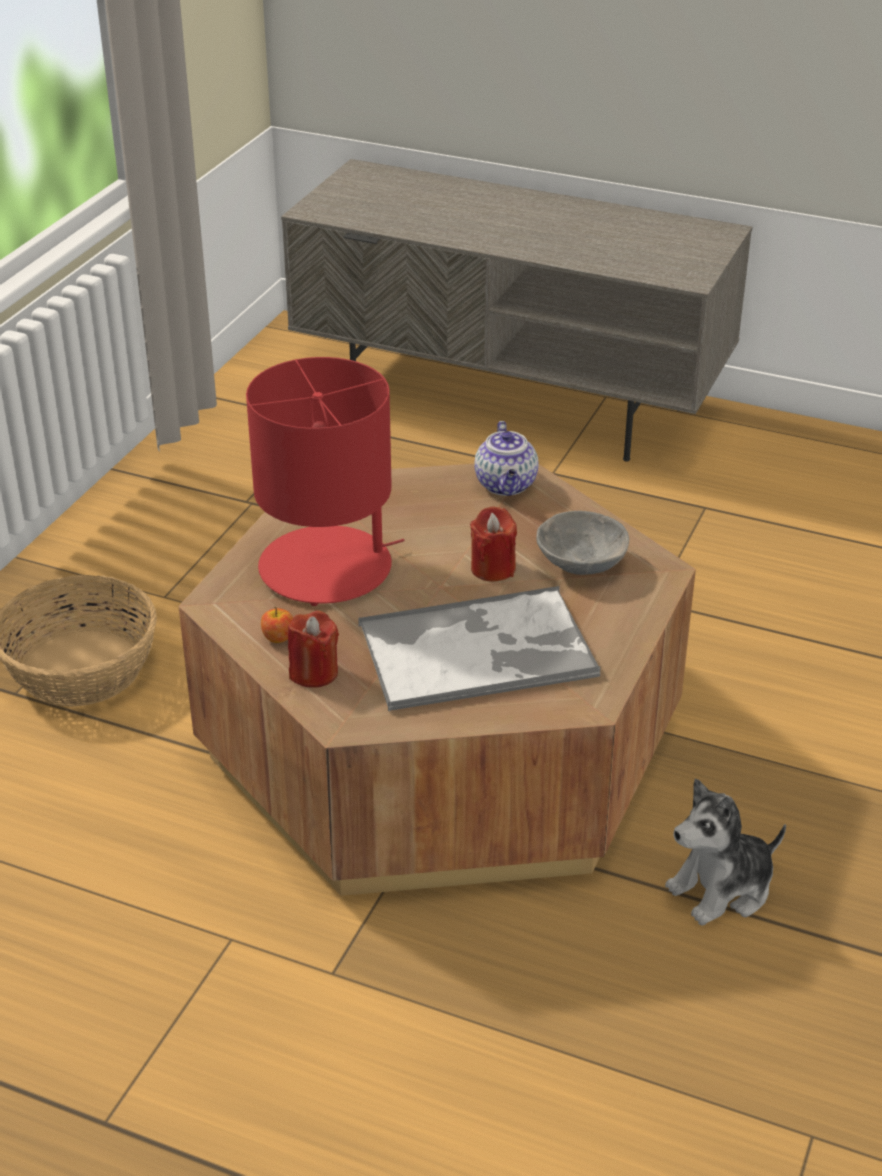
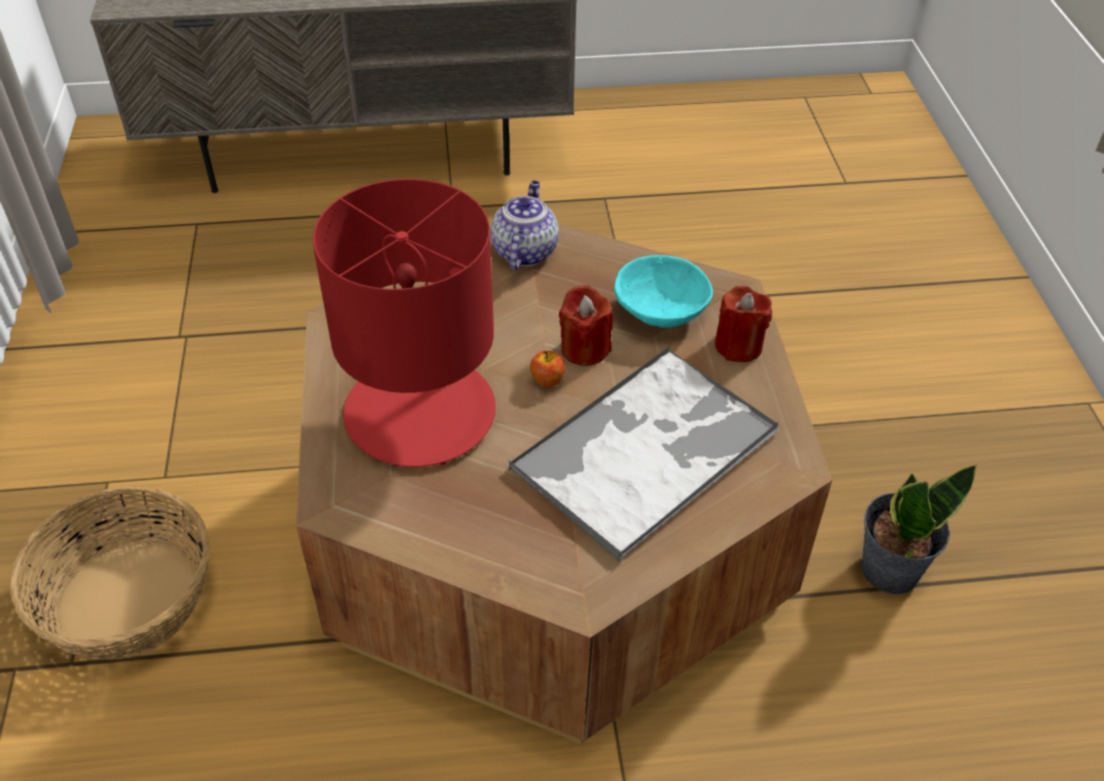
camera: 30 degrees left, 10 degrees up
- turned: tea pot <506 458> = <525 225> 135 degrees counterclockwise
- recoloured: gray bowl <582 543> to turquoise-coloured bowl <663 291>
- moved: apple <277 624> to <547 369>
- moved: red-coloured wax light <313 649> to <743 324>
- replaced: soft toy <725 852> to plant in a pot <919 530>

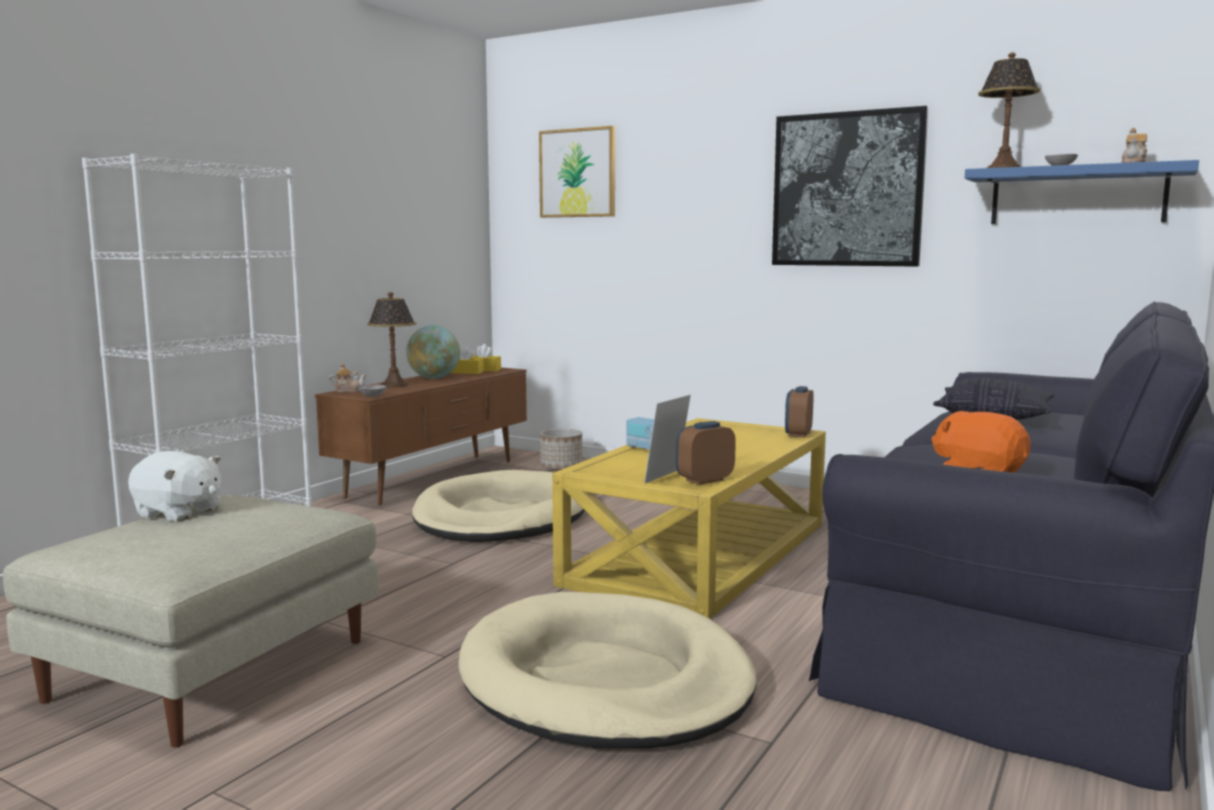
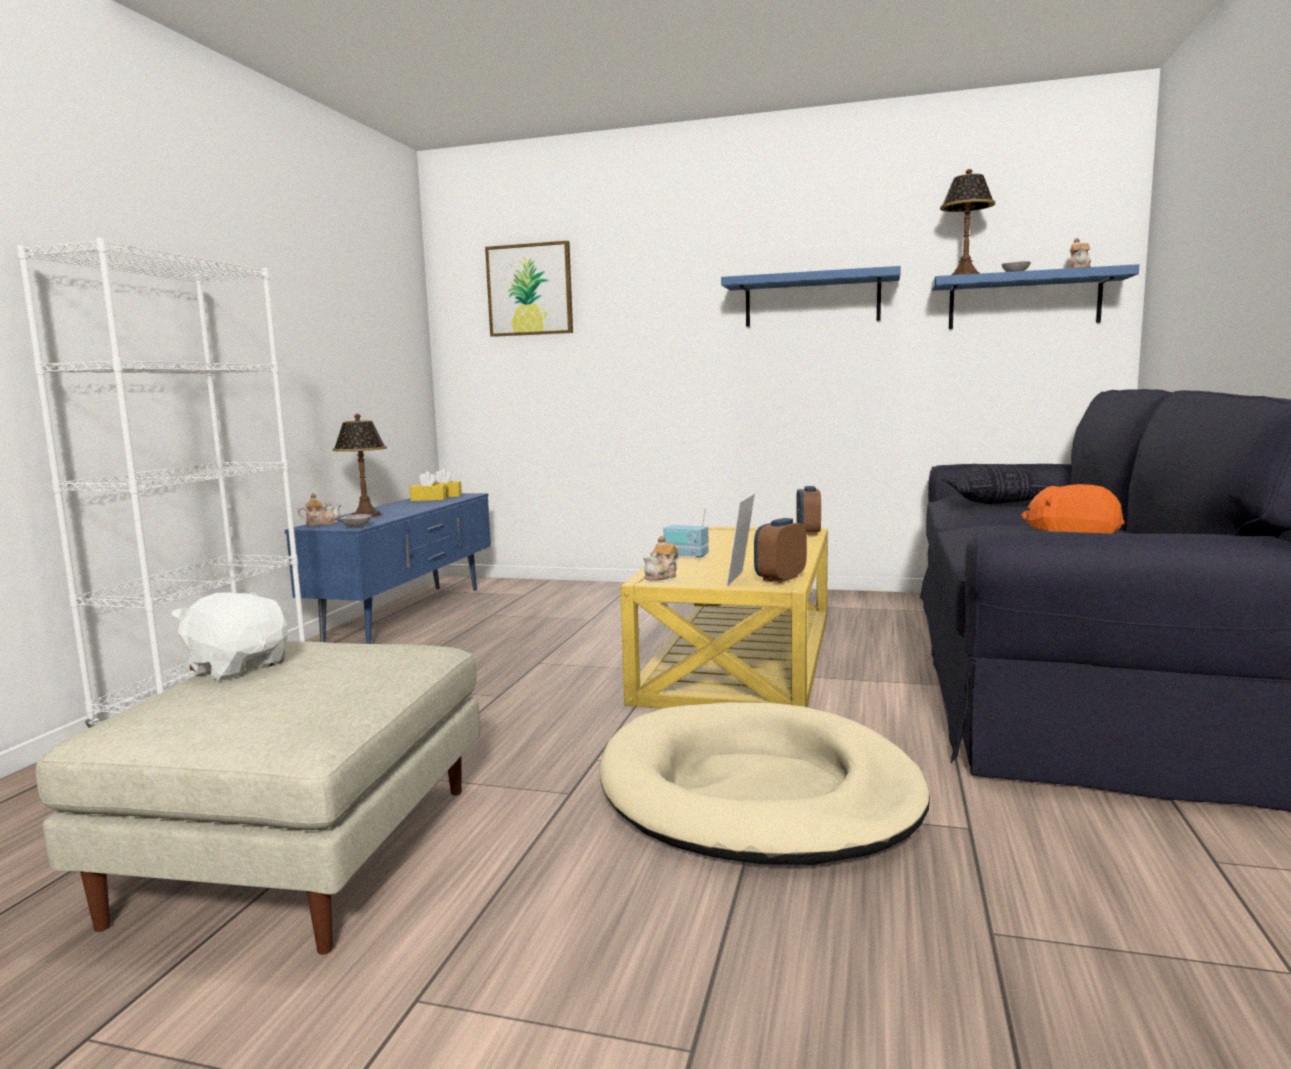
camera: 15 degrees left, 0 degrees up
- replaced: picture <850 186> to bluish shelf <811 296>
- removed: world globe <433 352>
- recoloured: brown media console <421 437> to bluish media console <388 568>
- removed: plant pot <561 449>
- turned: whitish soft toy <174 486> = <229 636> 150 degrees counterclockwise
- removed: sand-coloured pet bed <498 506>
- added: tea pot <660 558>

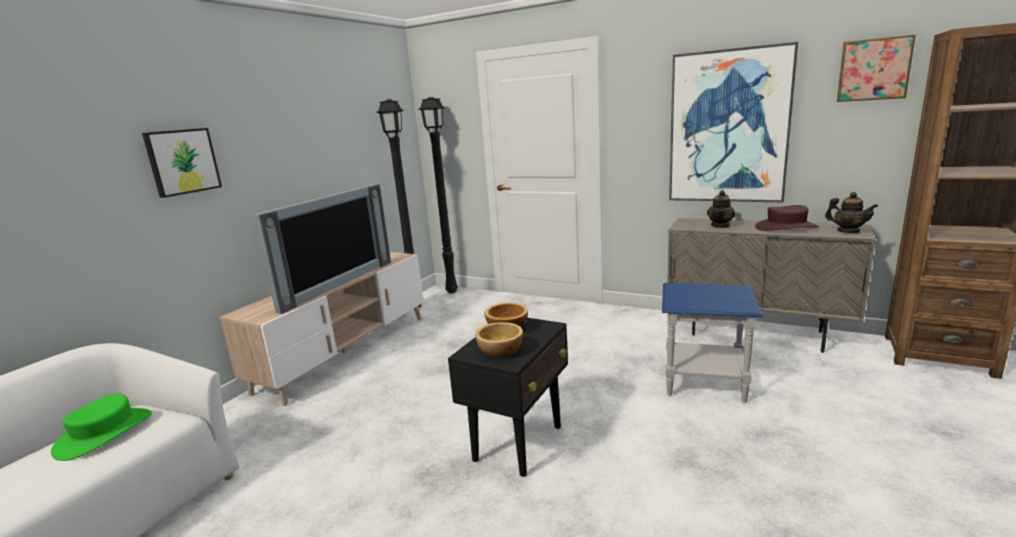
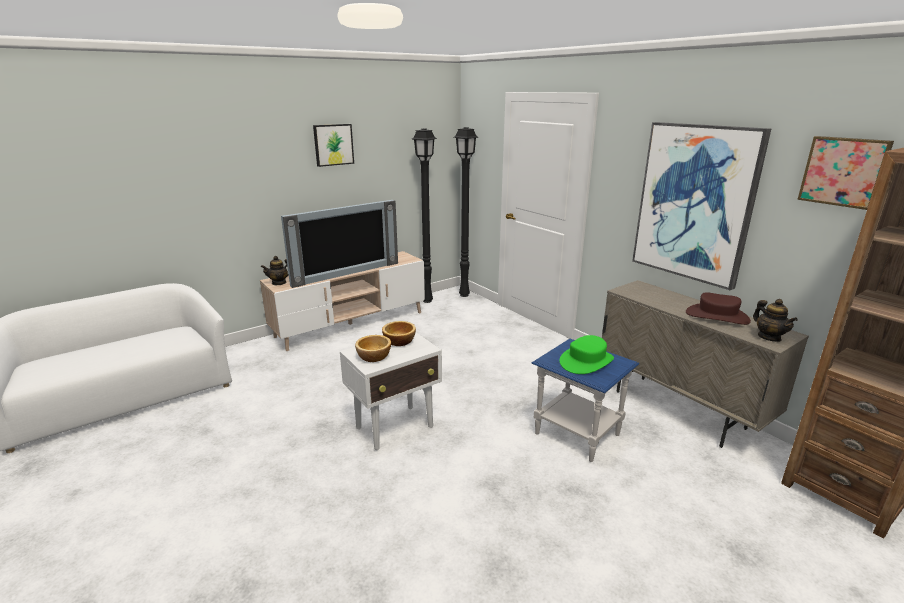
camera: 25 degrees right, 5 degrees up
- moved: picture <182 163> to <333 145>
- moved: tea pot <721 209> to <275 270>
- recoloured: blackish end table <508 397> to whitish end table <391 391>
- moved: green-coloured wearable hat <101 427> to <586 354>

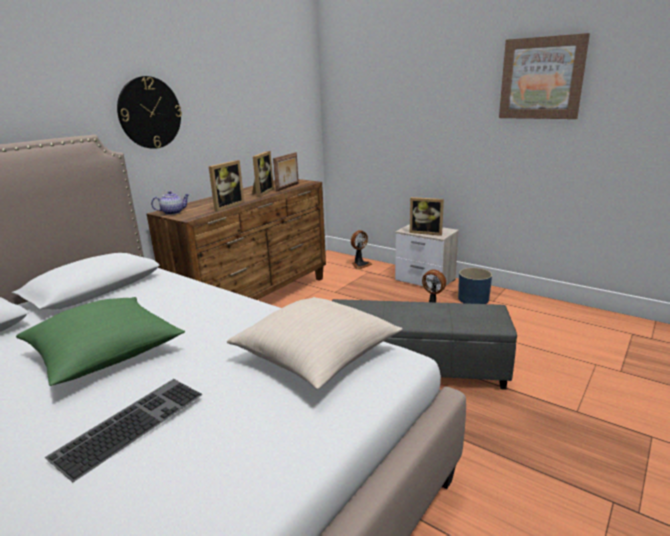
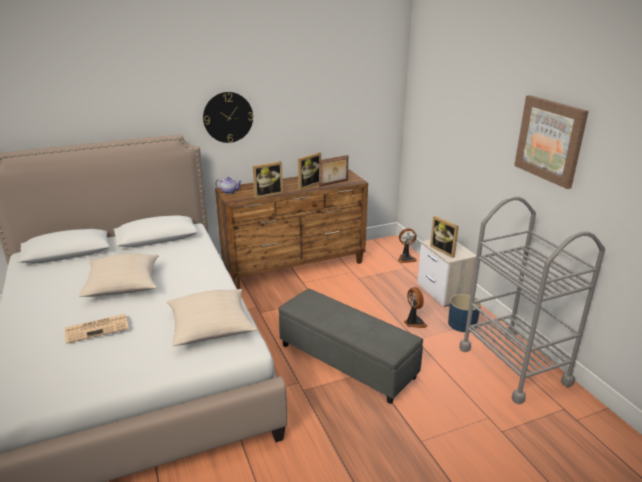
camera: 30 degrees right, 5 degrees up
- recoloured: green-coloured cushion <100 341> to sand-coloured cushion <119 275>
- replaced: keyboard <123 430> to printed paper <97 329>
- added: gray trolley <532 300>

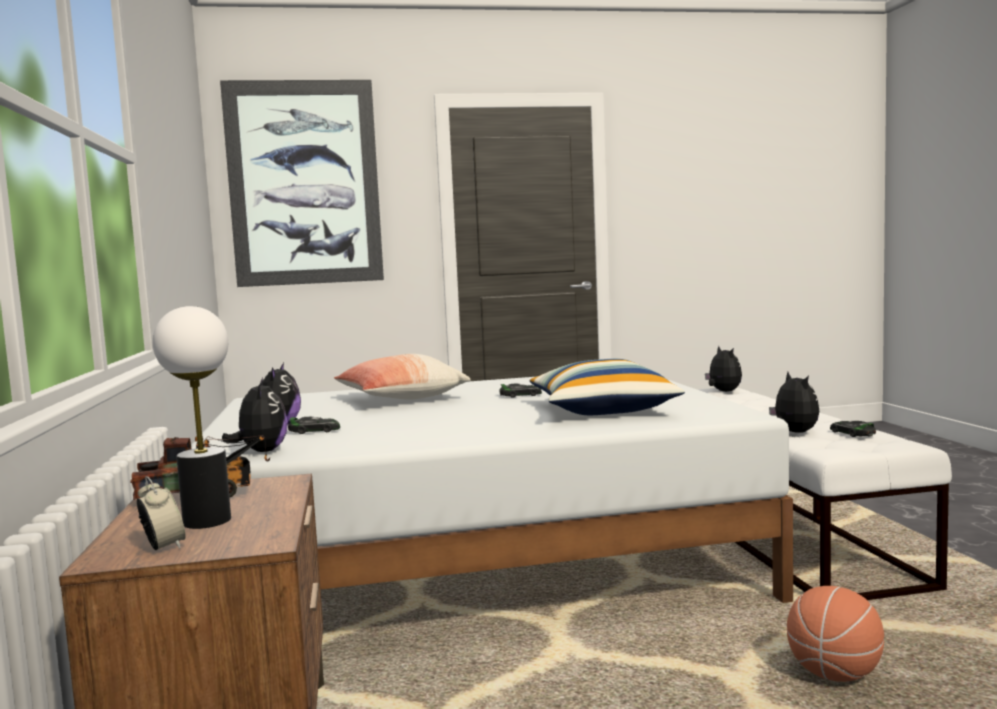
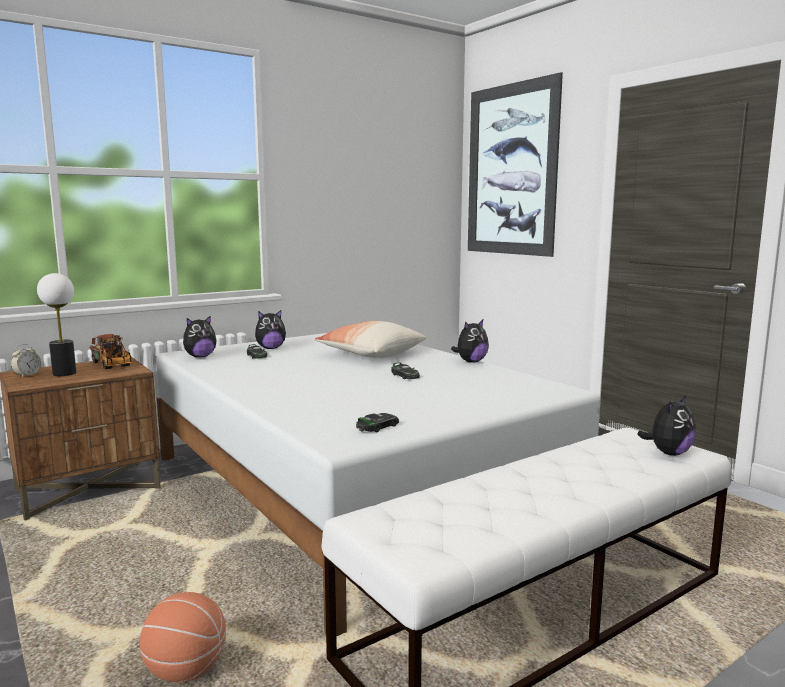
camera: 65 degrees right, 5 degrees up
- removed: cushion <607 387>
- moved: soft toy <794 402> to <470 341>
- moved: miniature car <853 429> to <377 422>

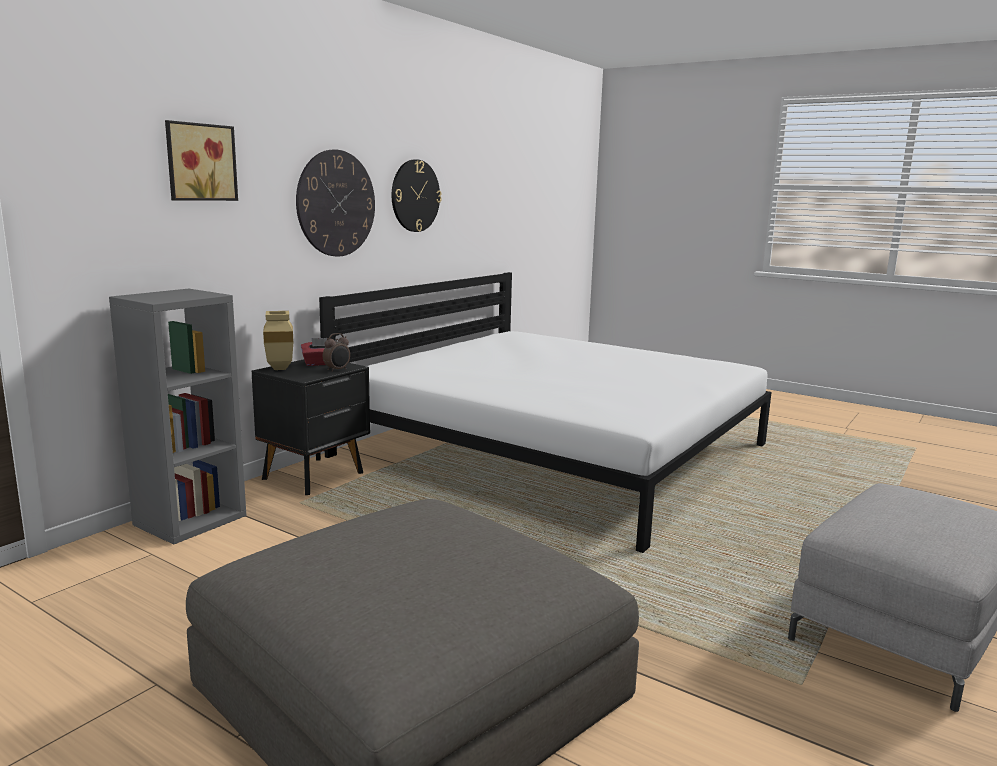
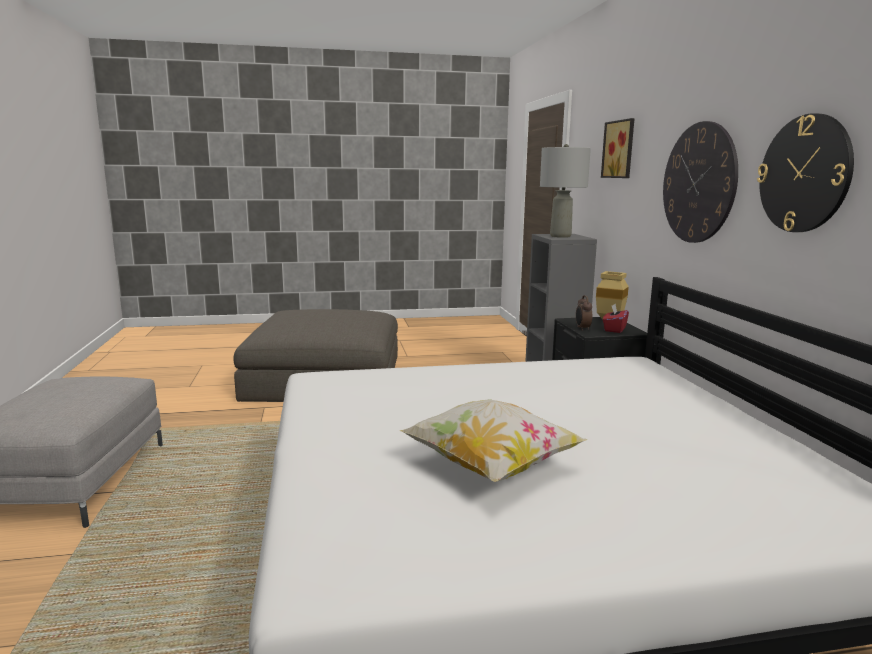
camera: 135 degrees right, 0 degrees up
- added: gray lamp for a table <565 191>
- added: cushion <493 440>

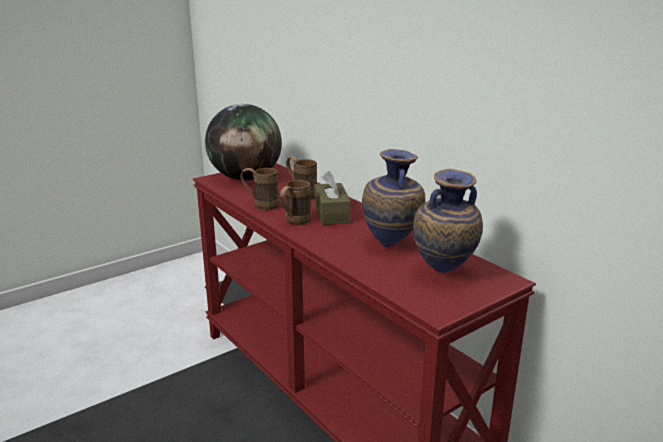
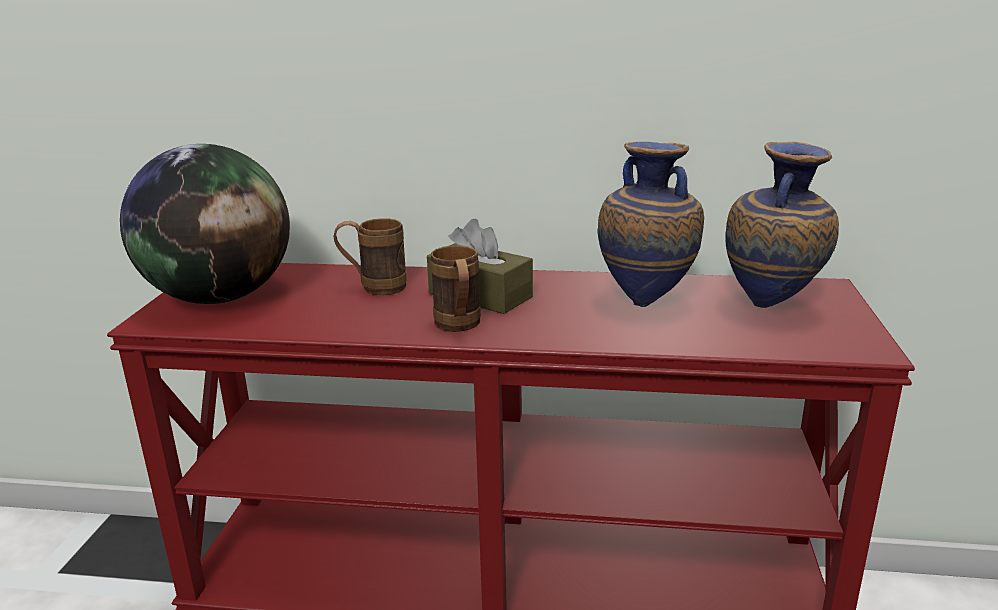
camera: 45 degrees left, 0 degrees up
- removed: brown tea mug <259 189>

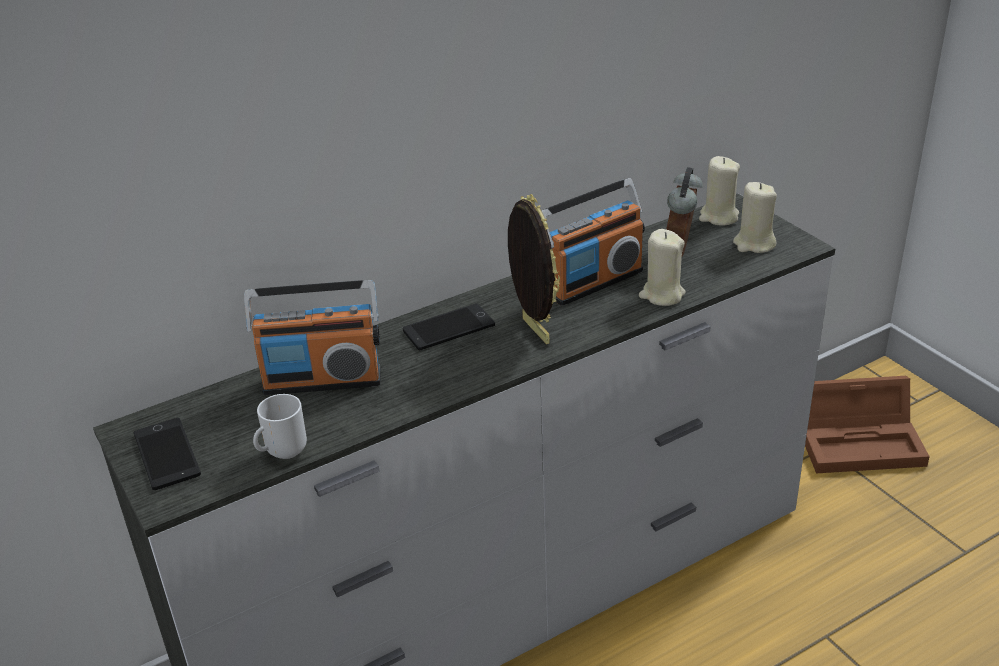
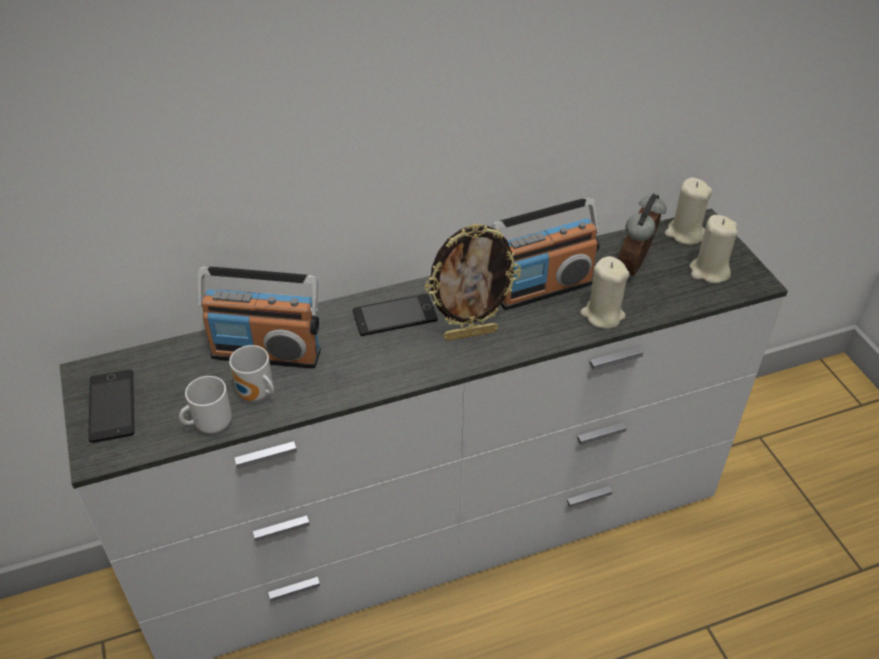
camera: 10 degrees right, 10 degrees up
- turned: standing frame <534 269> = <473 282> 90 degrees clockwise
- removed: brown storage box <867 424>
- added: tea mug <251 373>

